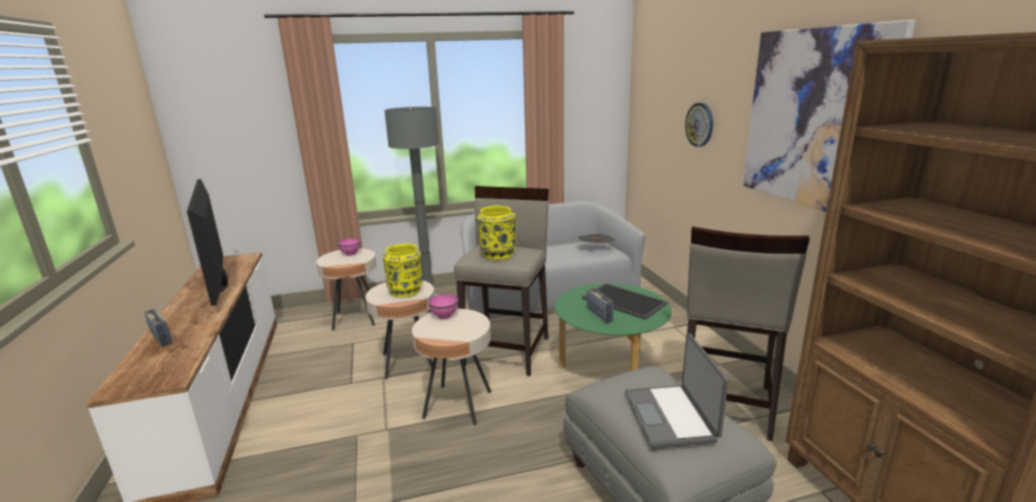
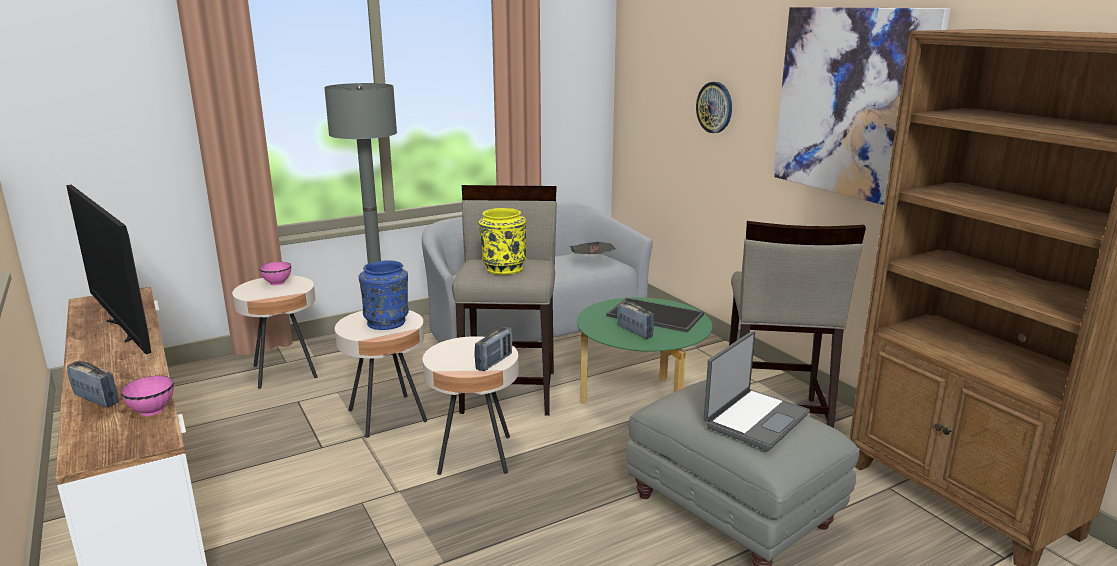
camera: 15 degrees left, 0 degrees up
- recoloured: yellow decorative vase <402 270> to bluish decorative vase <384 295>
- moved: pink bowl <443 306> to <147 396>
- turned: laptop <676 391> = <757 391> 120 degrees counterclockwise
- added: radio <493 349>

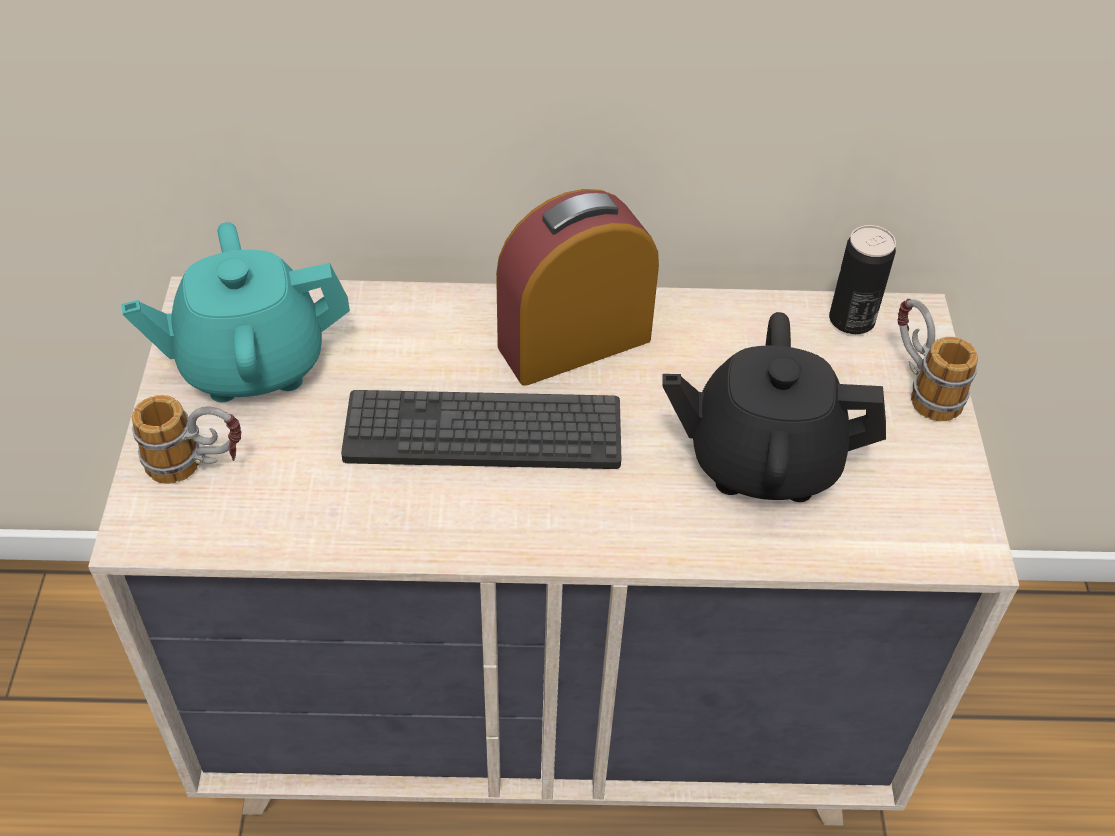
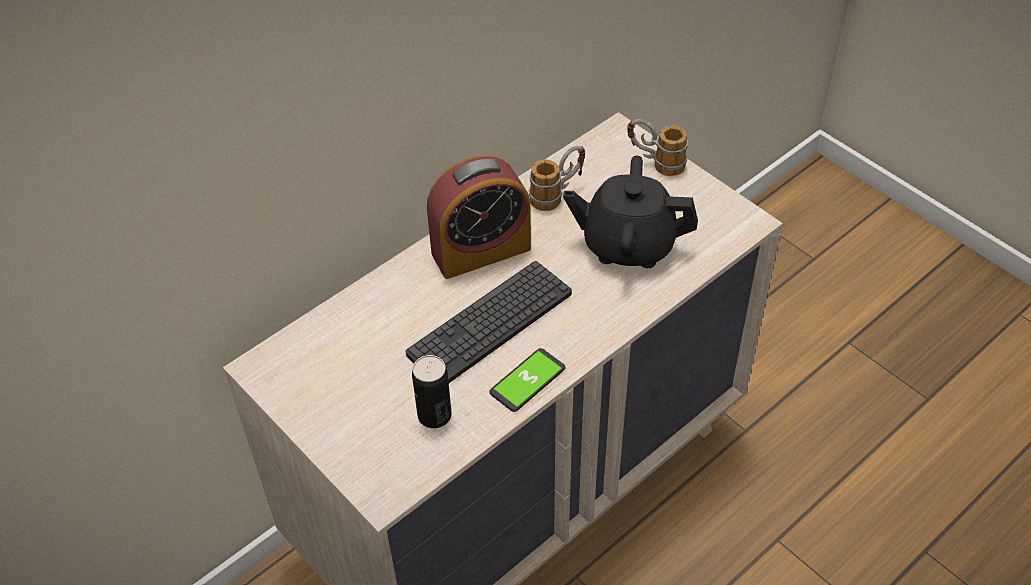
camera: 40 degrees left, 0 degrees up
- turned: bedside clock <577 287> = <479 217> 135 degrees counterclockwise
- removed: turquoise-coloured tea pot <235 312>
- moved: sealed can <862 279> to <432 391>
- turned: blackish tea pot <774 407> = <630 212> 45 degrees clockwise
- moved: tea mug <186 439> to <557 178>
- added: phone <527 380>

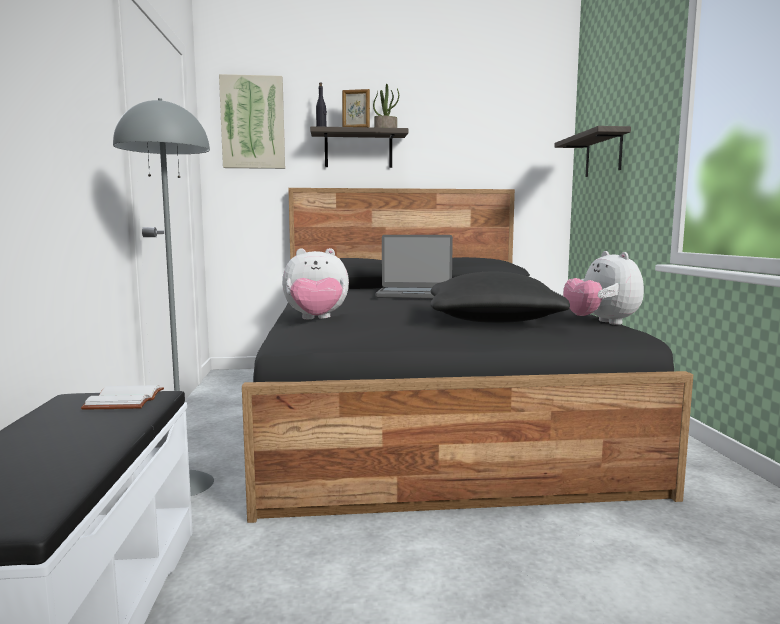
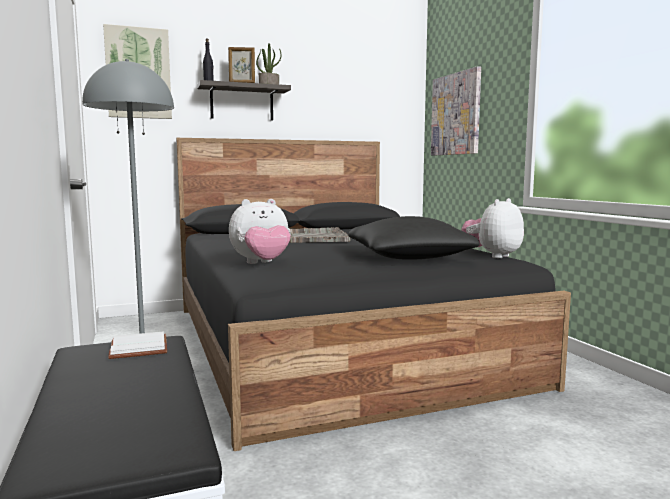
camera: 15 degrees left, 0 degrees up
- replaced: shelf <592 151> to picture <456 111>
- replaced: laptop <414 267> to gray carrying tray <320 235>
- turned: soft toy <603 288> = <493 228> 75 degrees clockwise

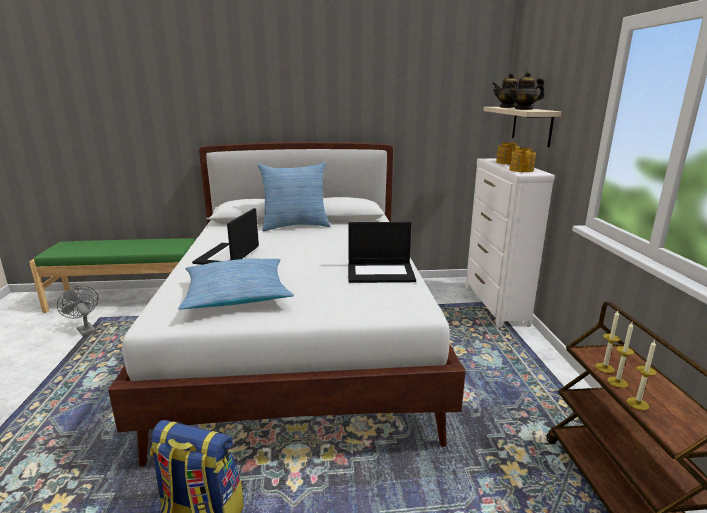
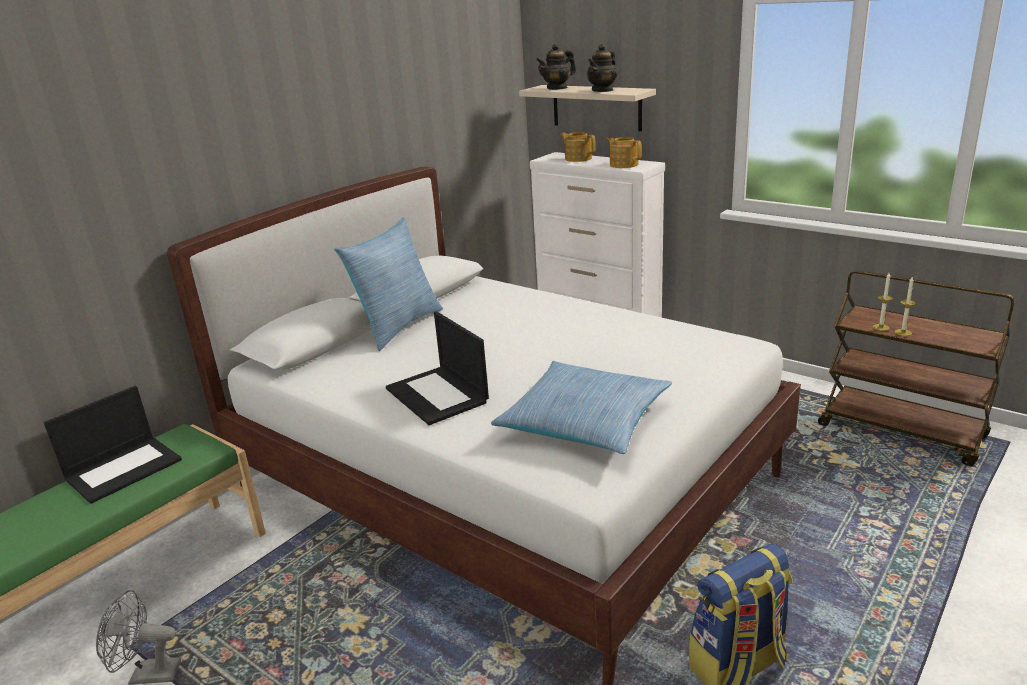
camera: 45 degrees left, 5 degrees up
- moved: laptop <382 252> to <113 445>
- removed: wax light <642 375>

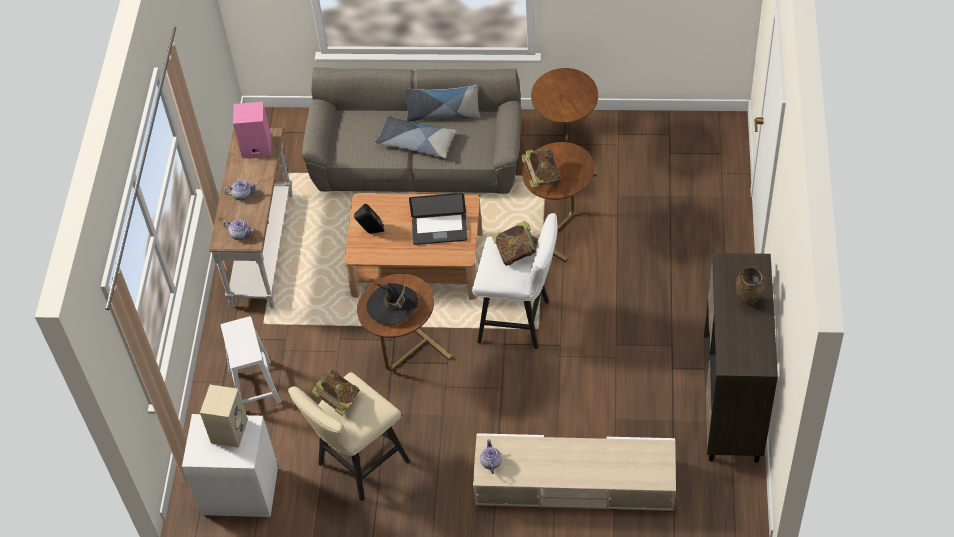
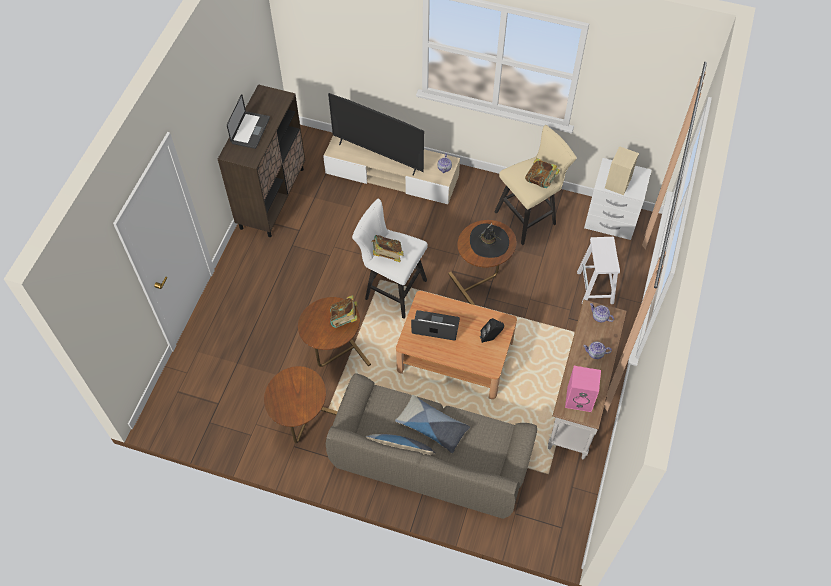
camera: 170 degrees left, 5 degrees up
- replaced: brown decorative vase <751 286> to laptop <248 121>
- added: television <376 134>

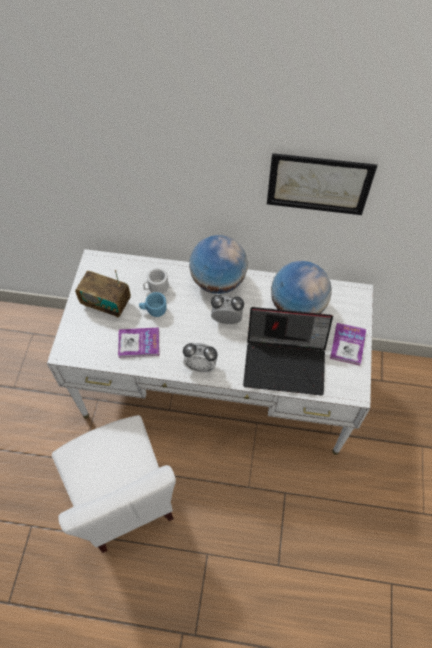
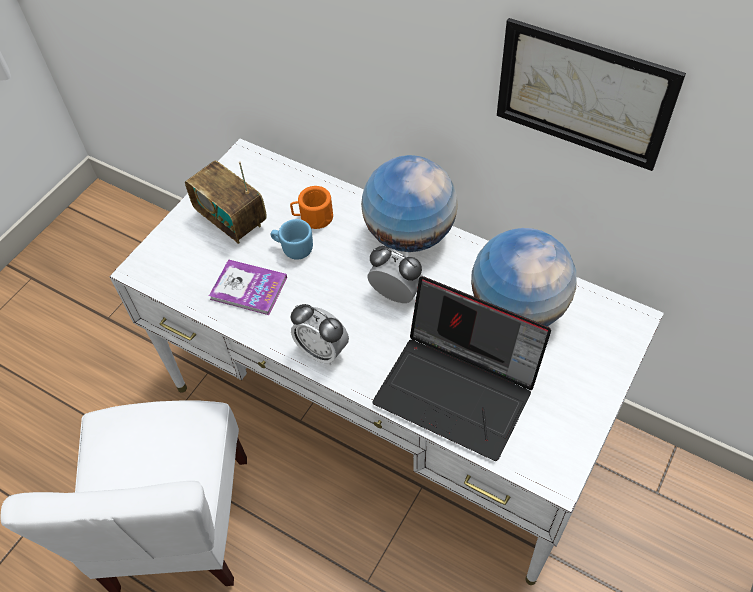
camera: 25 degrees right, 5 degrees down
- recoloured: whitish tea mug <156 281> to orange tea mug <311 207>
- removed: book <348 344>

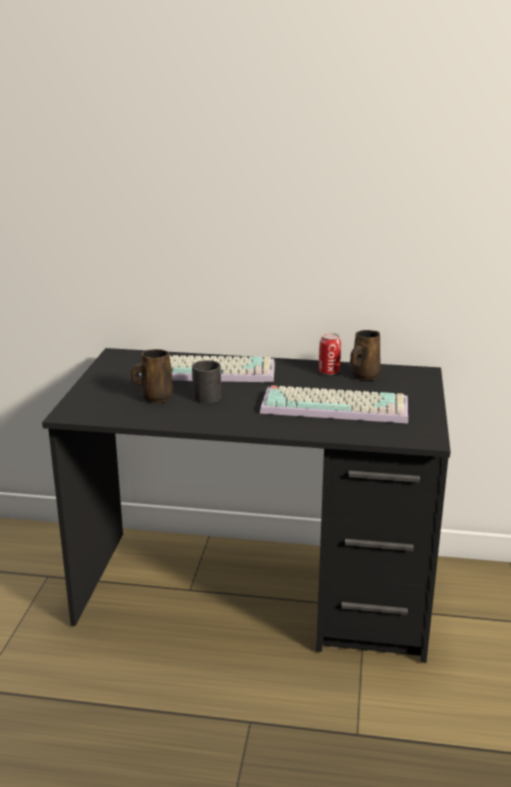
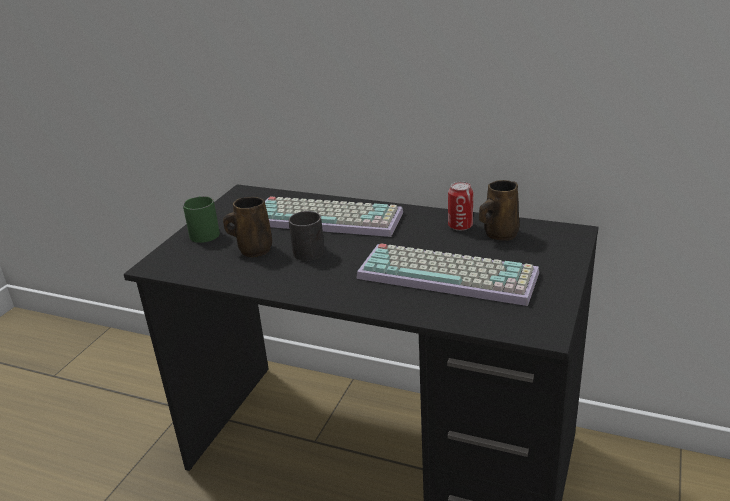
camera: 15 degrees right, 5 degrees up
- added: green-coloured tea mug <201 219>

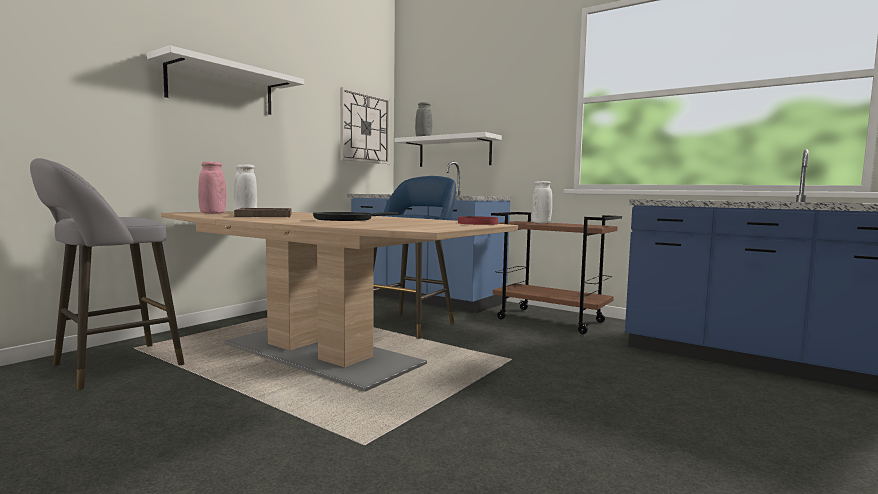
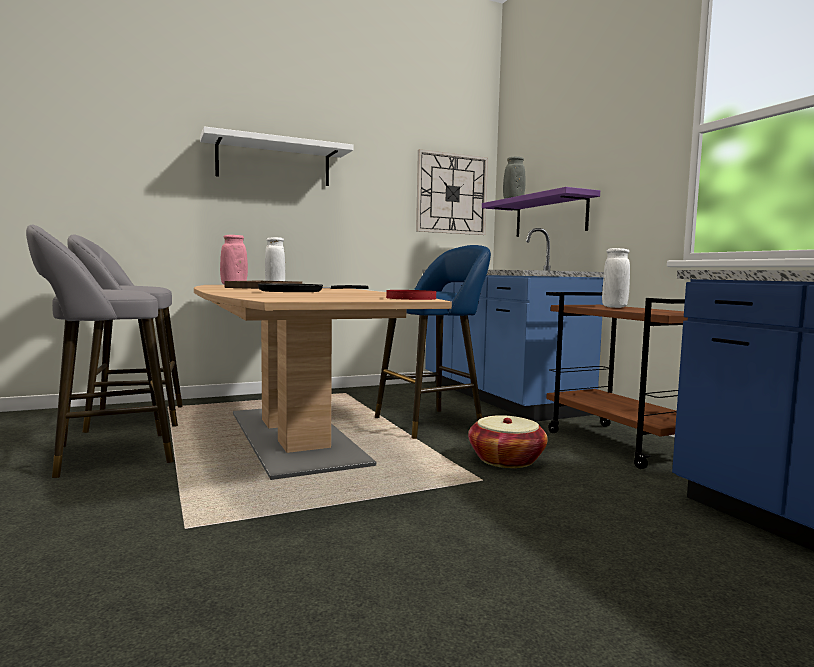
camera: 30 degrees right, 0 degrees up
- recoloured: whitish shelf <448 149> to purple-coloured shelf <541 212>
- added: gray stool seat <100 351>
- added: household basket <508 441>

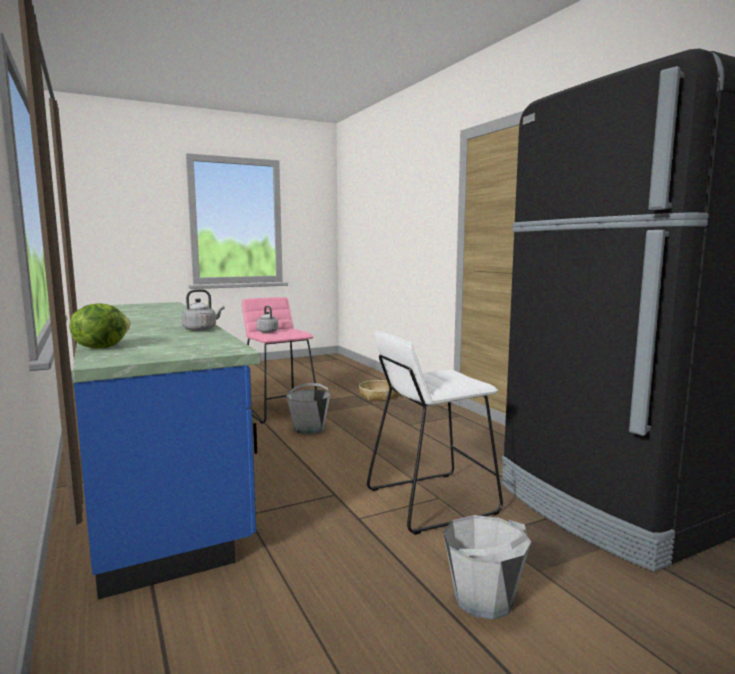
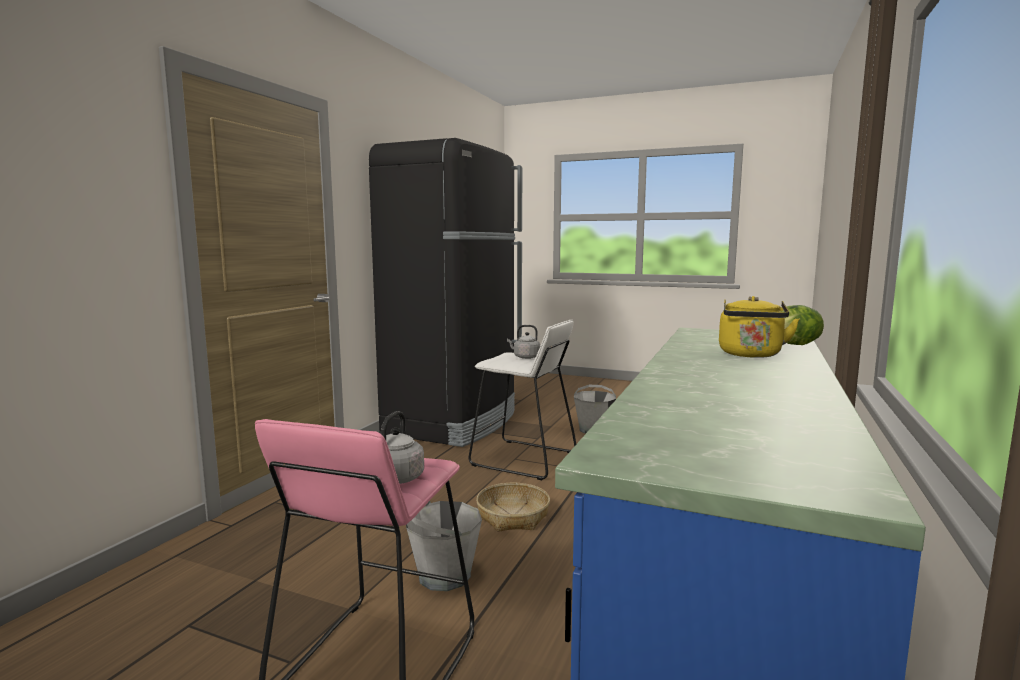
camera: 130 degrees left, 0 degrees up
- moved: gray tea kettle <202 310> to <523 342>
- moved: household basket <379 390> to <513 507>
- added: yellow tea kettle <759 327>

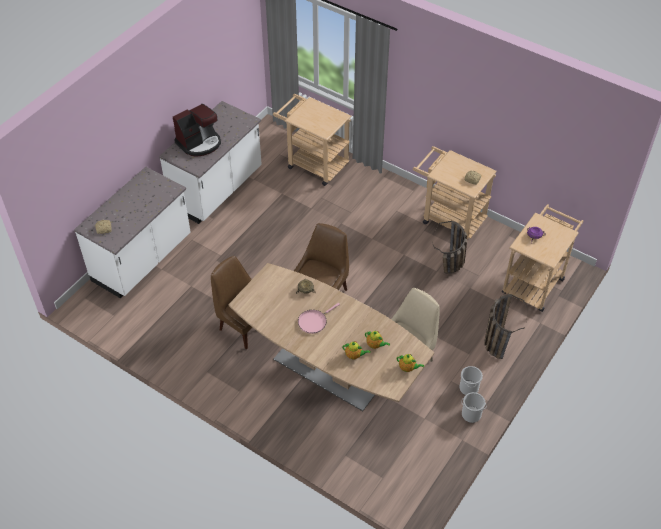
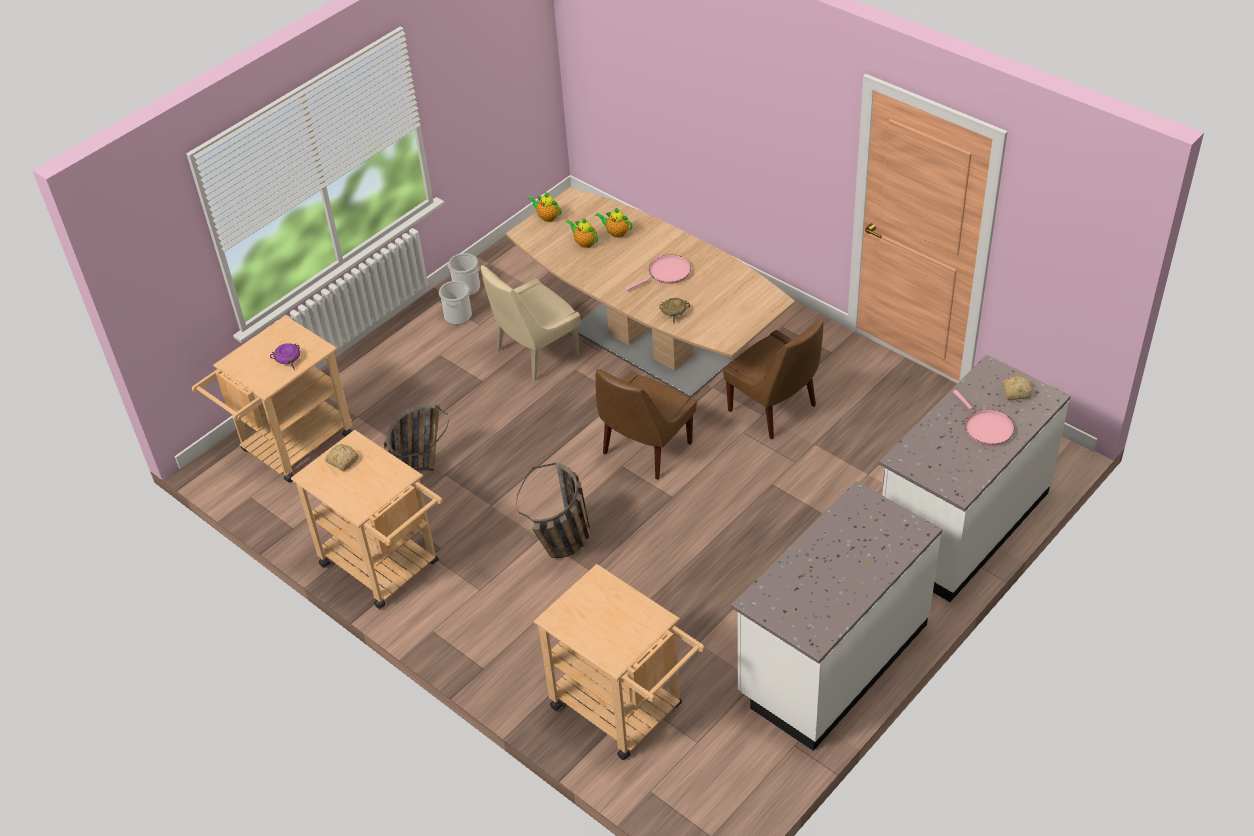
camera: 170 degrees left, 5 degrees down
- removed: coffee machine <197 130>
- moved: household basket <506 326> to <553 510>
- added: pink frying pan <983 418>

